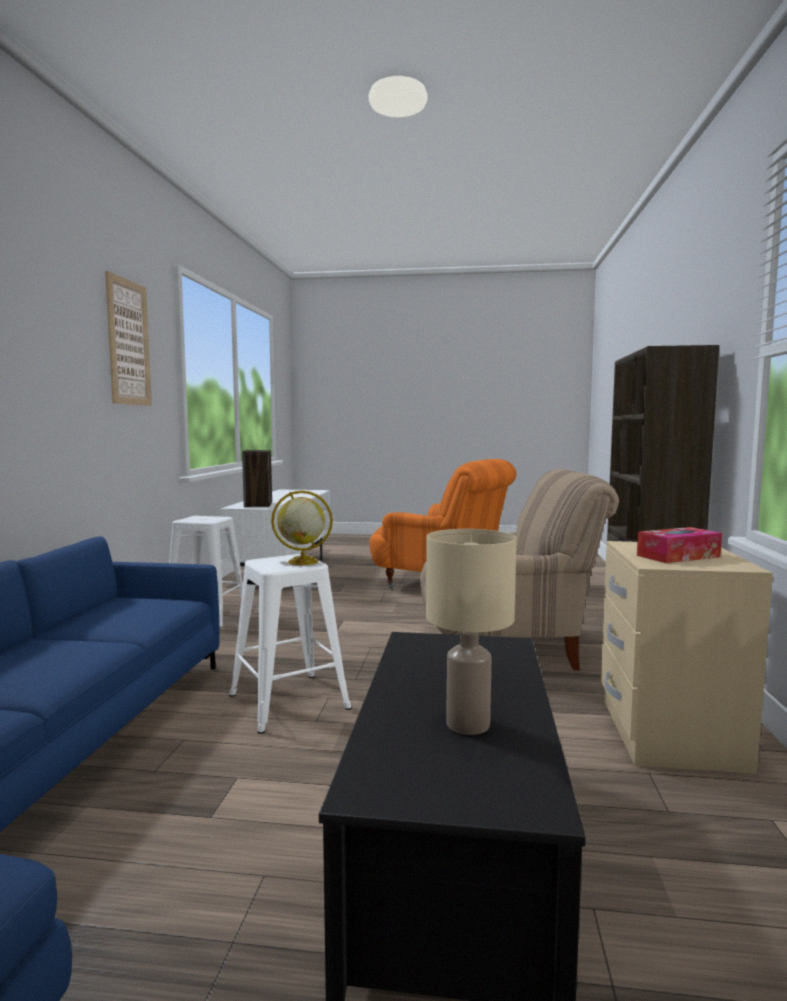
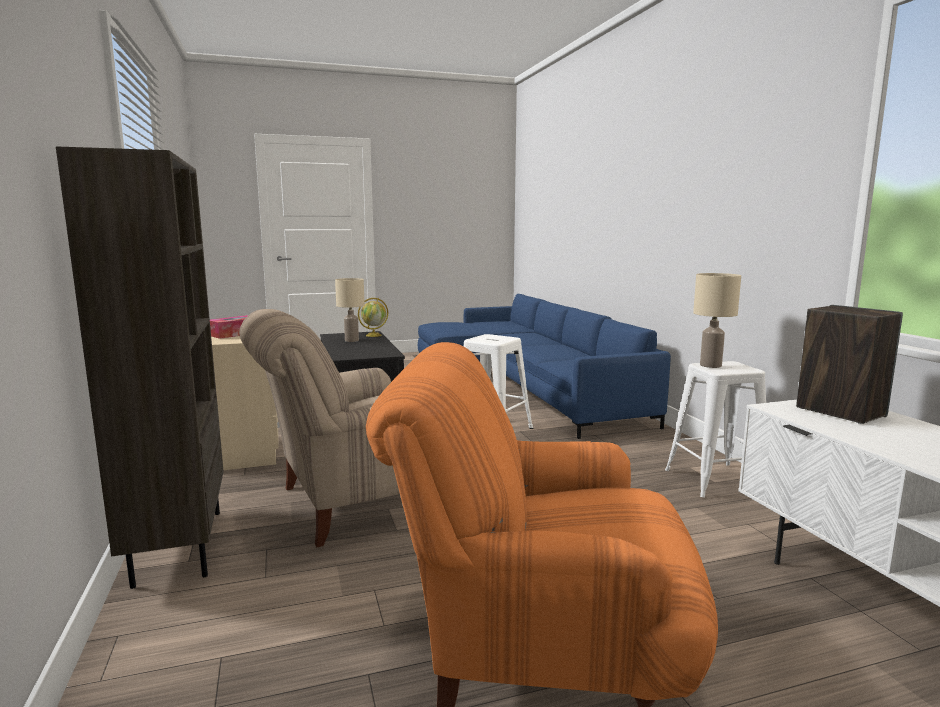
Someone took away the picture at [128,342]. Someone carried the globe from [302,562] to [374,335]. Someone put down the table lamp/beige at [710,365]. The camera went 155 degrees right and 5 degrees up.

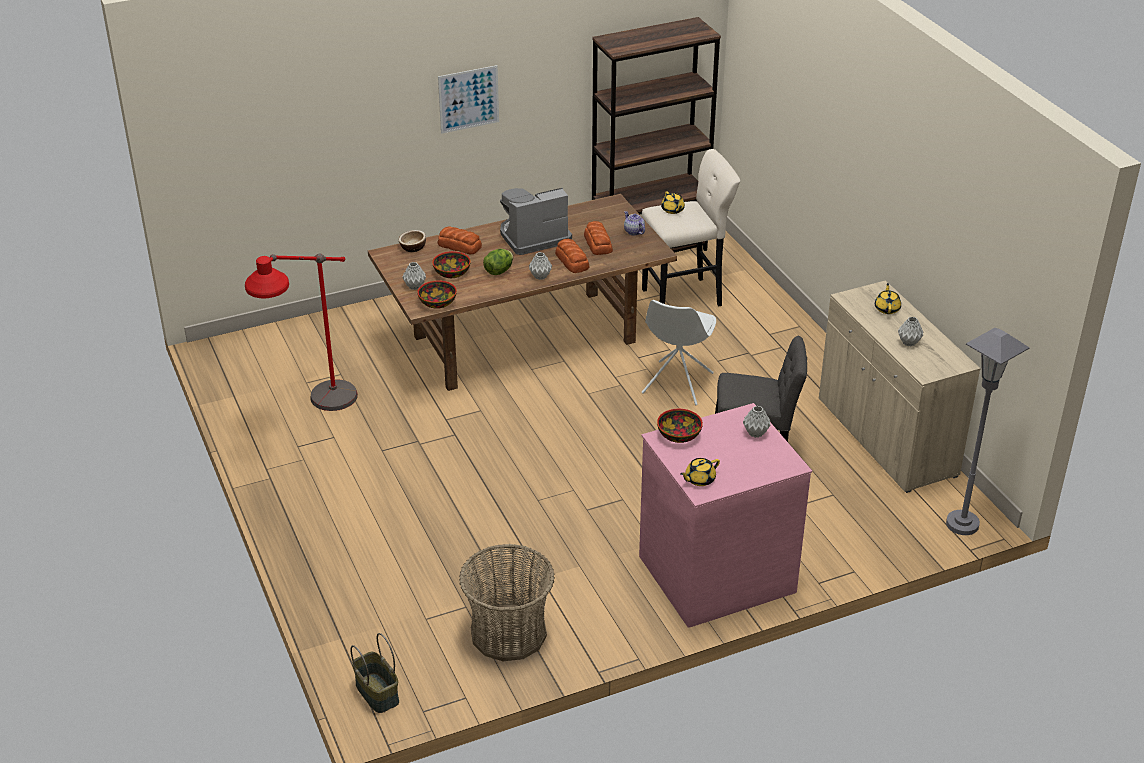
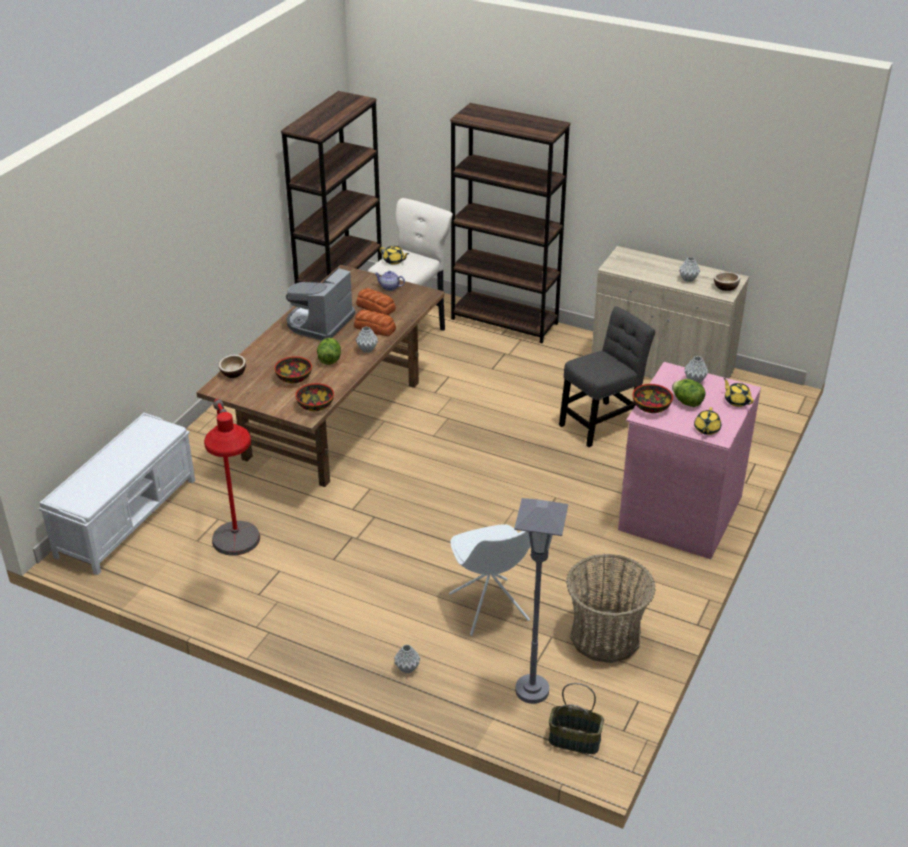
Someone carried the vase/grey from [414,286] to [407,668]. Someone took away the picture at [468,99]. Someone took away the bread at [459,245]. Someone carried the chair/white from [677,384] to [489,608]. Someone carried the teapot/yellow from [887,308] to [736,401]. Someone carried the floor lamp/grey from [962,524] to [532,690]. Someone put down the bench/white at [127,517]. Someone put down the bookcase/brown at [504,321]. Someone put down the lettuce at [687,402]. Someone put down the bowl at [725,287]. The camera went 40 degrees left and 0 degrees up.

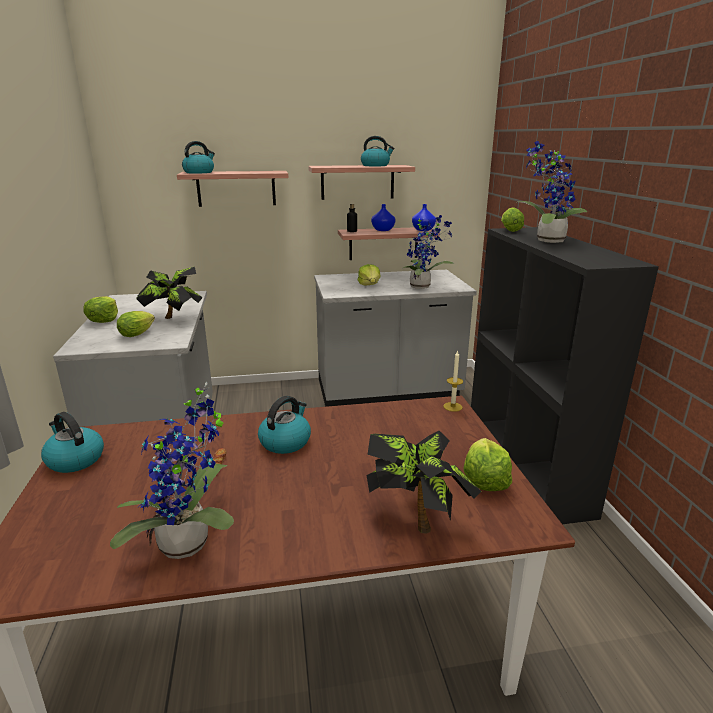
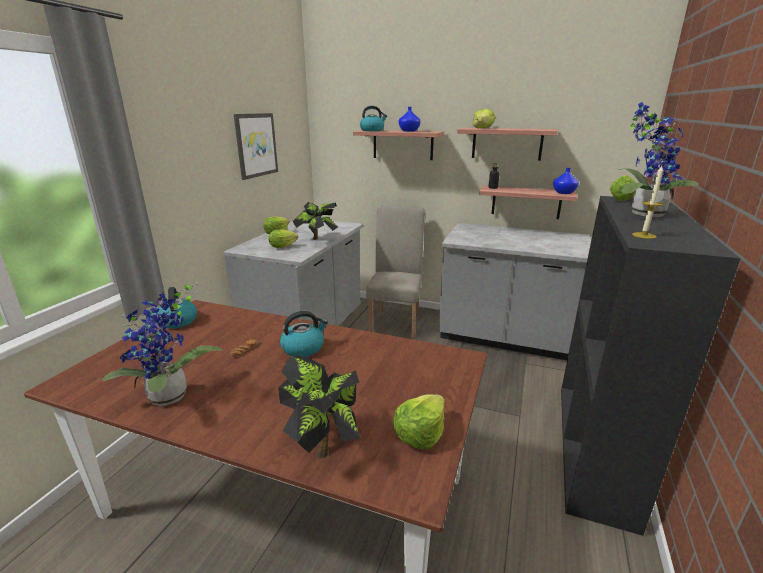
Someone carried the lettuce from [369,285] to [482,128]. Someone took away the kettle at [375,165]. Someone carried the vase/blue from [383,230] to [409,131]. Someone took away the potted plant at [422,286]. Someone carried the candle from [452,407] to [644,235]. Someone put up the picture at [256,145]. Someone put down the chair/beige at [396,321]. The camera went 30 degrees right and 0 degrees up.

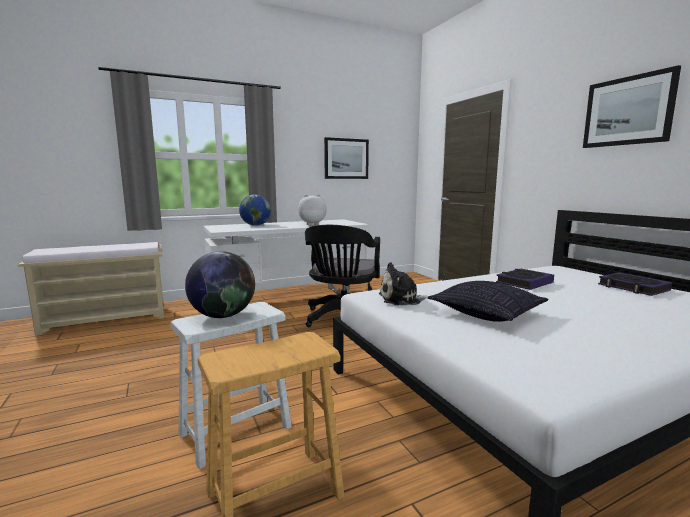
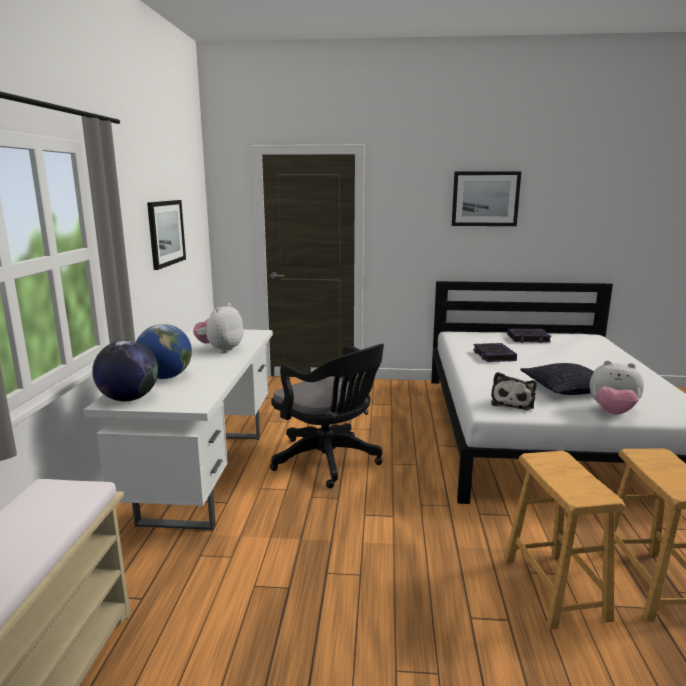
Someone repainted the stool/white at [236,430], which became the stool/brown at [555,588]. Someone carried the globe from [222,316] to [129,399]. Someone put down the plush toy at [612,412]. The camera went 60 degrees left and 5 degrees up.

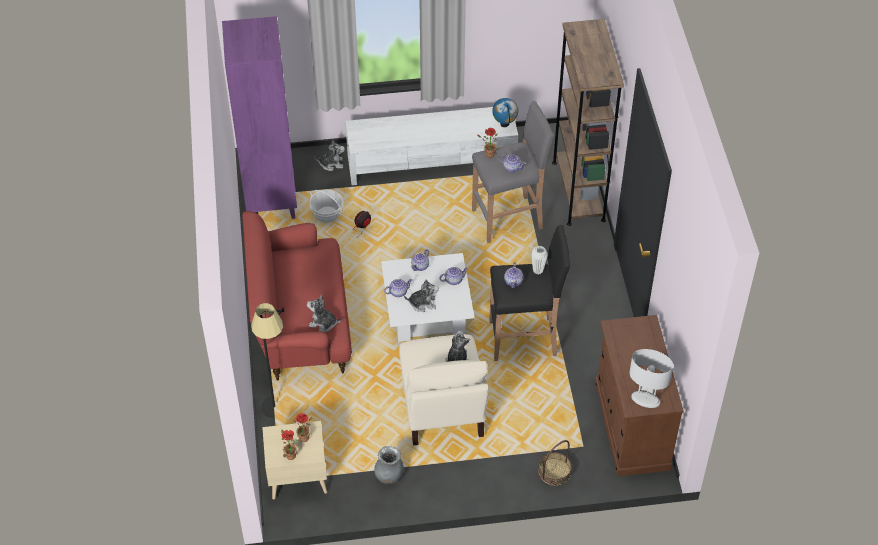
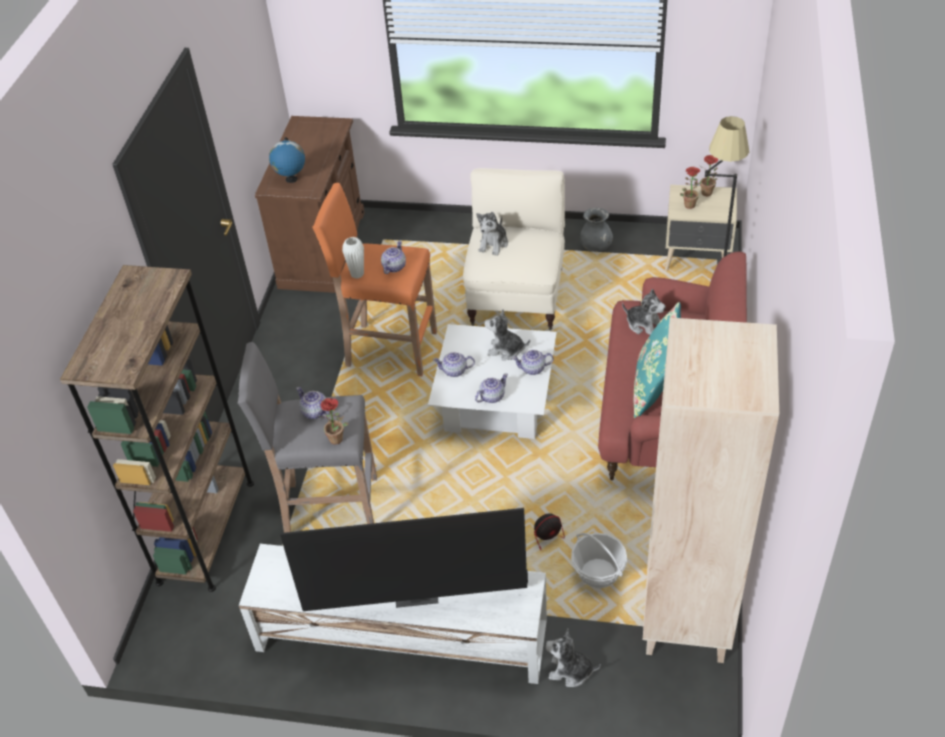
Someone repainted the bookcase/purple at [270,200], which became the bookcase/beige at [687,619]. Someone repainted the stool/black at [524,339], which became the stool/orange at [389,349]. Someone carried the globe from [504,124] to [291,179]. Someone took away the basket at [554,472]. Someone took away the table lamp/white at [645,400]. Someone put down the television at [417,593]. Someone put down the pillow/turquoise at [654,389]. The camera went 160 degrees left and 5 degrees down.

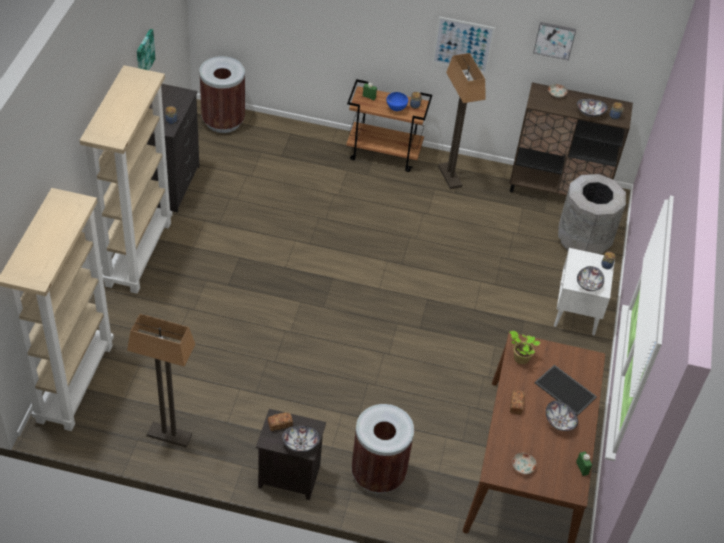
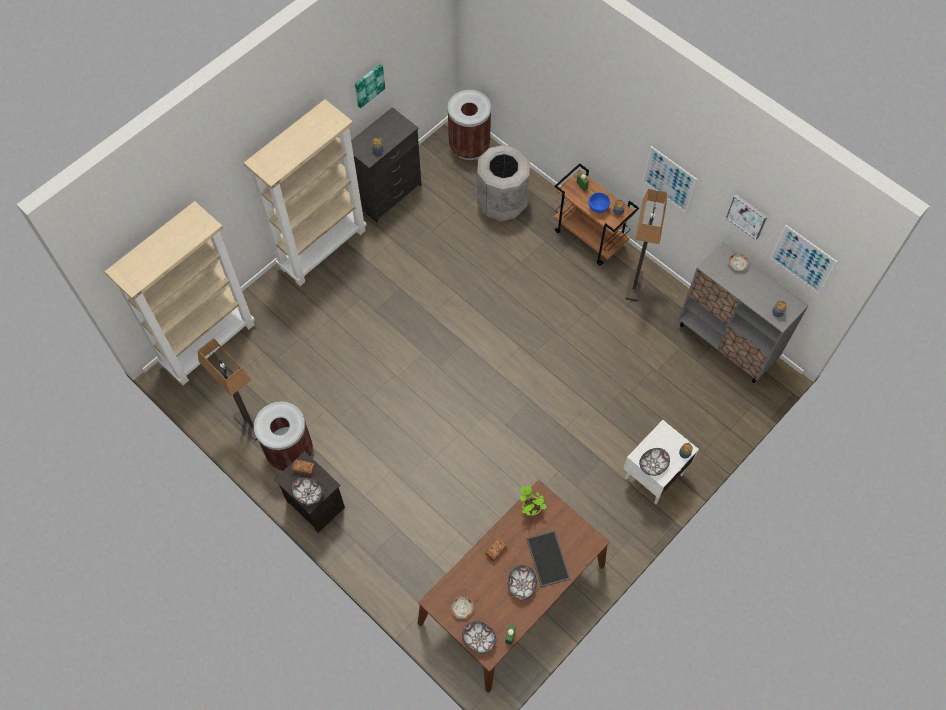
Someone carried the trash can/brown from [378,474] to [290,452]. Someone repainted the cabinet/brown at [557,190], which became the cabinet/grey at [727,343]. Someone carried the trash can/grey from [583,240] to [502,203]. Someone carried the bowl from [590,113] to [479,639]. Someone put up the picture at [802,259]. The camera went 35 degrees right and 15 degrees up.

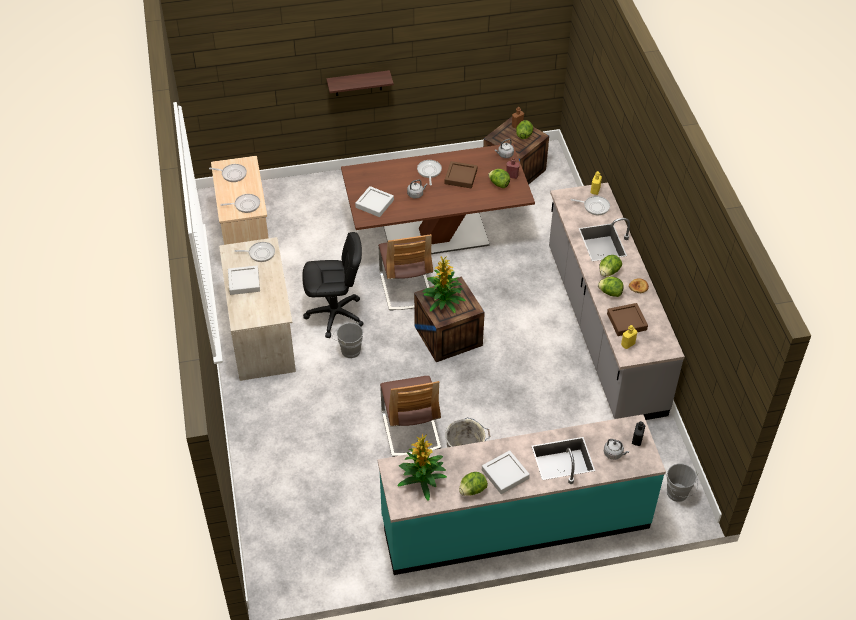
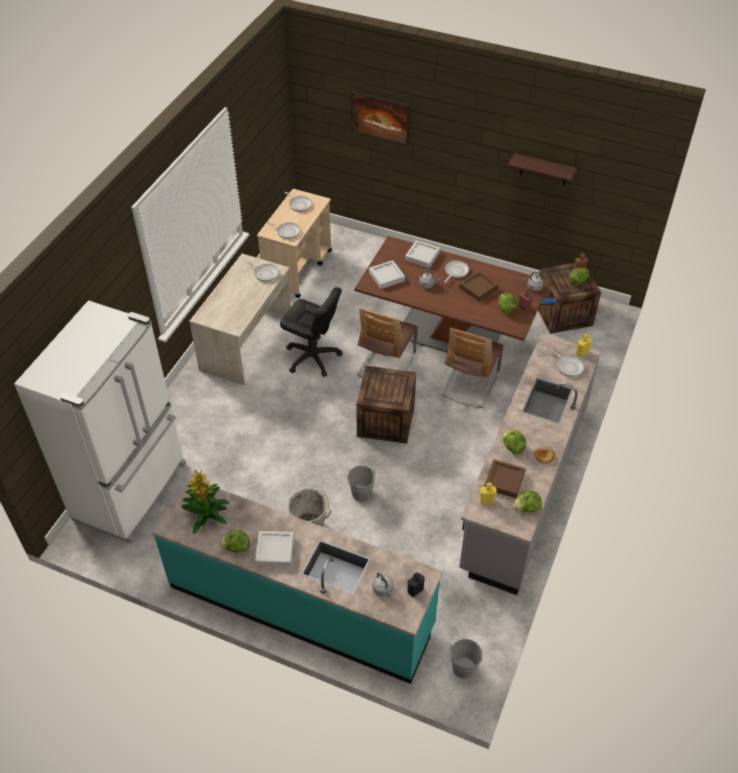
Someone carried the tray/grey from [244,282] to [422,256]. Someone carried the shelf from [358,83] to [544,169]. Someone carried the bucket/grey from [349,350] to [360,492]. Someone carried the chair from [411,430] to [470,384]. Someone took away the potted plant at [443,300]. Someone carried the lettuce from [608,272] to [526,508]. Someone put down the fridge/white at [132,491]. Someone put up the picture at [379,128]. The camera went 35 degrees right and 0 degrees up.

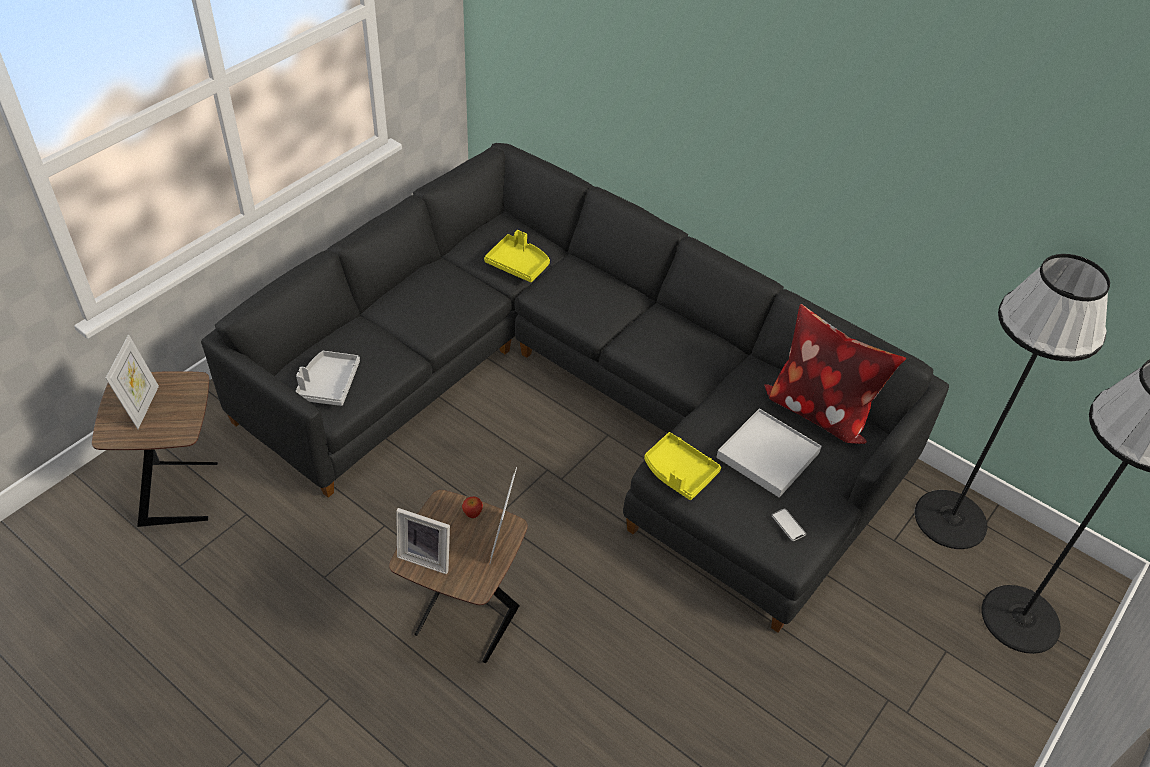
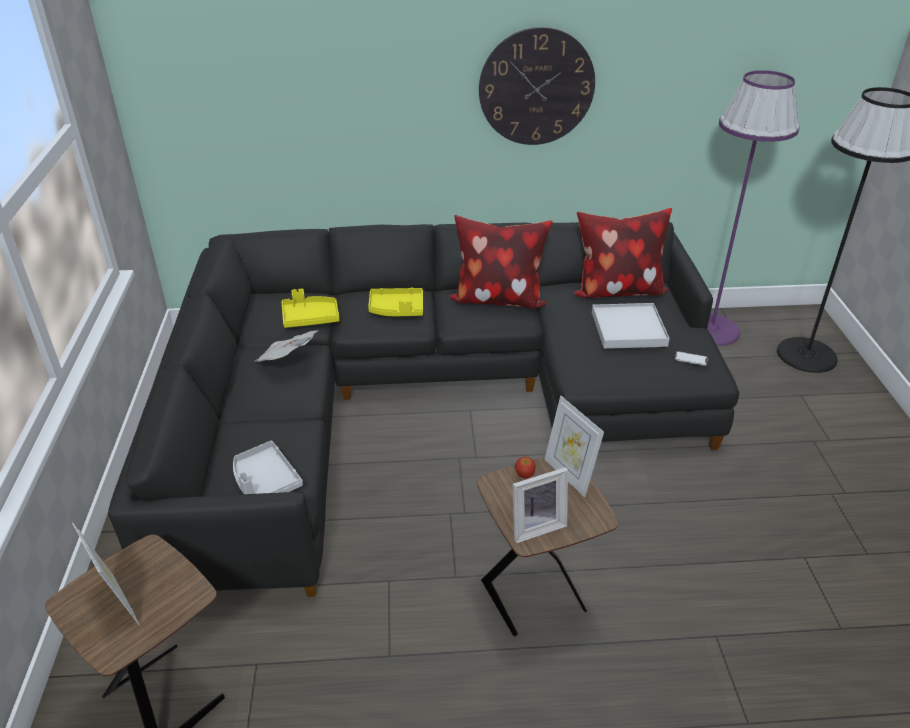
Someone carried the tray/yellow from [678,472] to [397,309]. Someone repainted the floor lamp/black at [951,519], which became the floor lamp/purple at [711,329]. Someone put down the newspaper at [288,360]. Someone put down the pillow at [498,299]. Someone put up the wall clock at [536,87]. The camera went 40 degrees left and 10 degrees down.

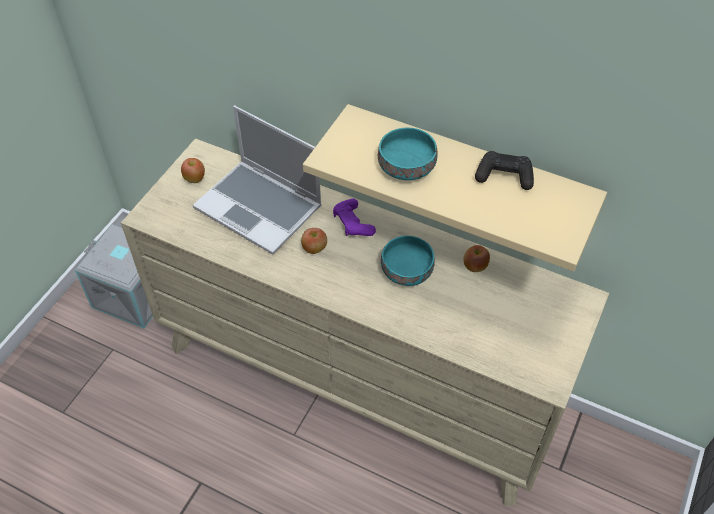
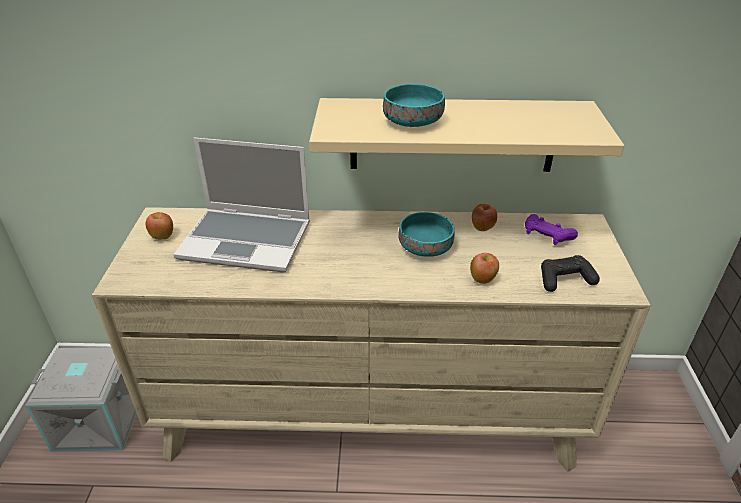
Someone carried the apple from [314,249] to [483,279]. Someone carried the game controller/purple from [353,223] to [546,235]. Someone carried the game controller/black from [504,176] to [565,280]. The camera went 25 degrees left and 15 degrees down.

